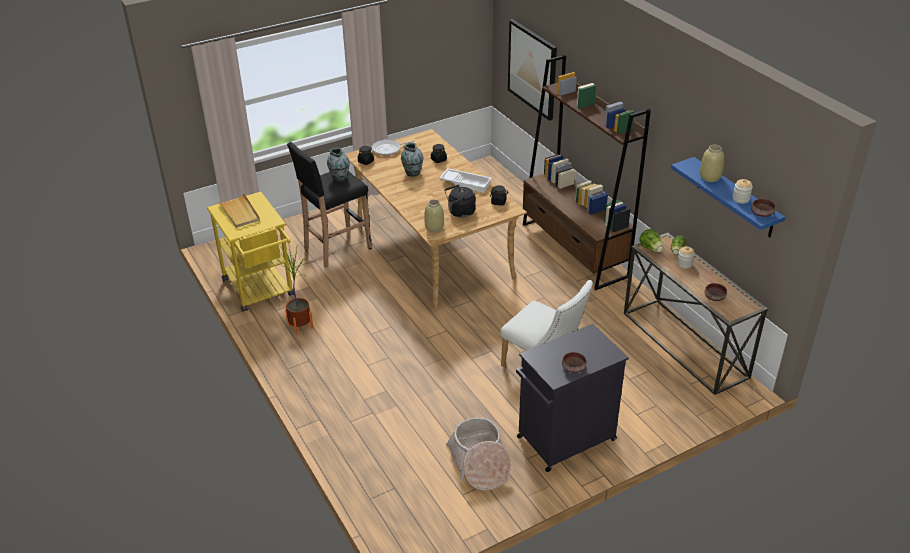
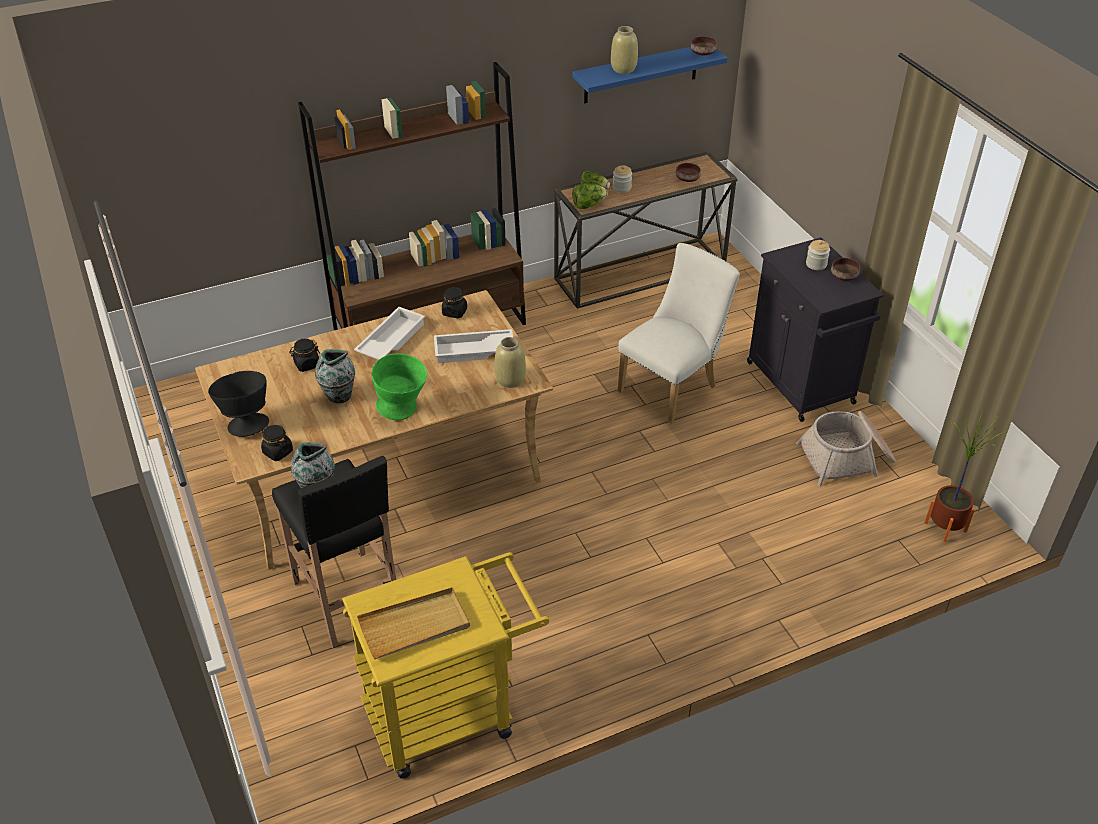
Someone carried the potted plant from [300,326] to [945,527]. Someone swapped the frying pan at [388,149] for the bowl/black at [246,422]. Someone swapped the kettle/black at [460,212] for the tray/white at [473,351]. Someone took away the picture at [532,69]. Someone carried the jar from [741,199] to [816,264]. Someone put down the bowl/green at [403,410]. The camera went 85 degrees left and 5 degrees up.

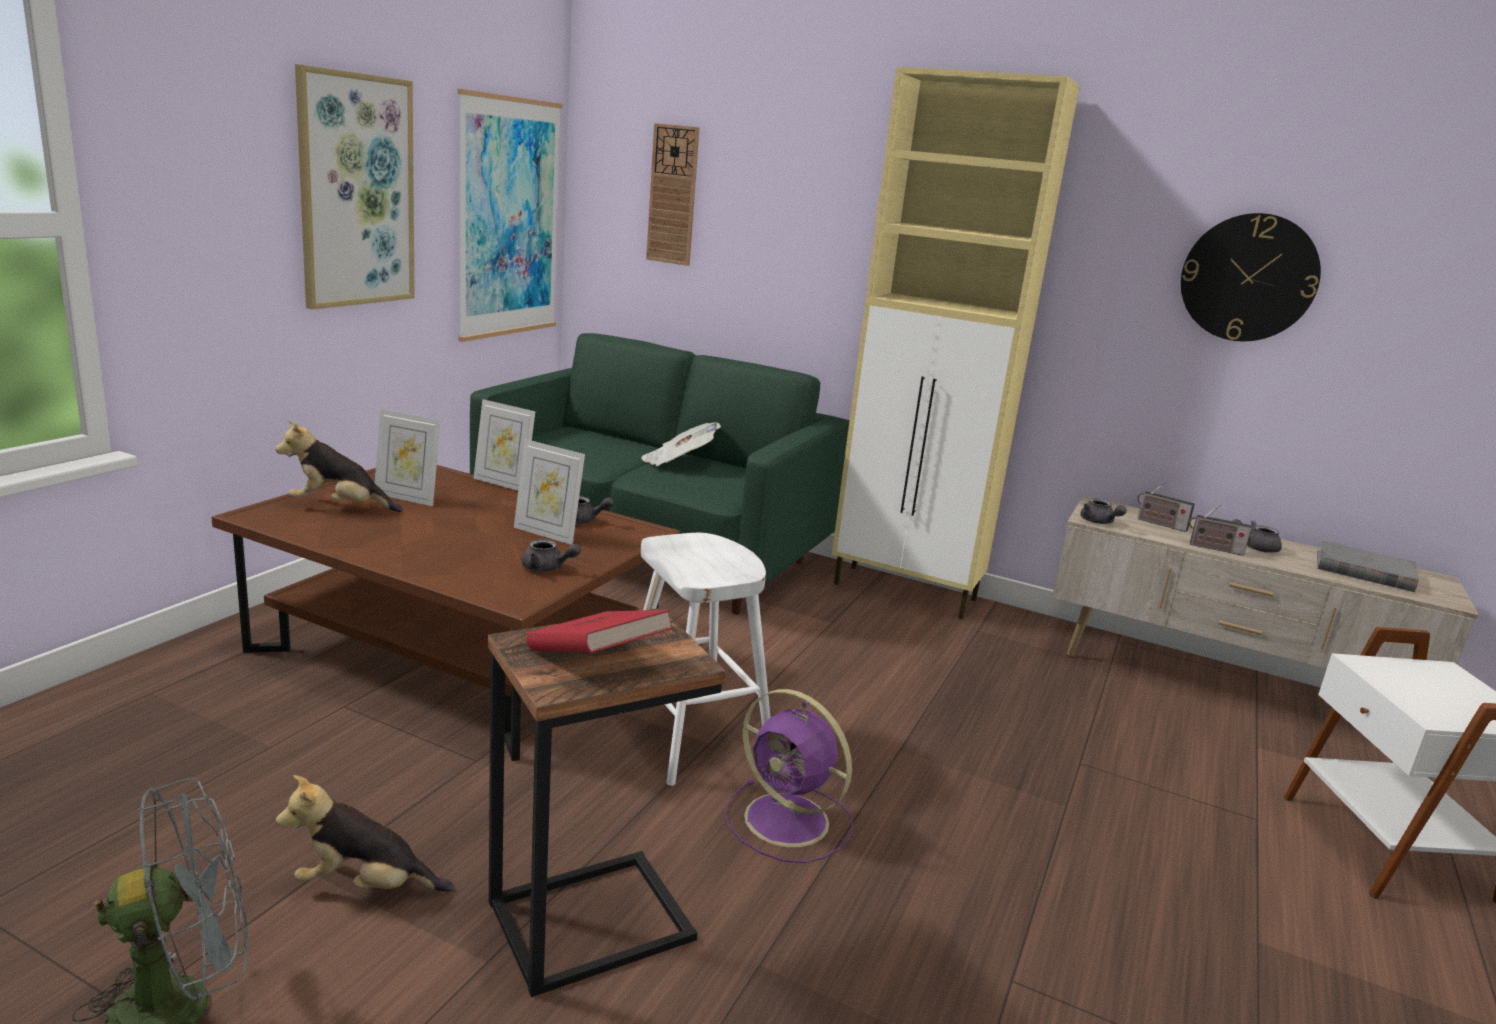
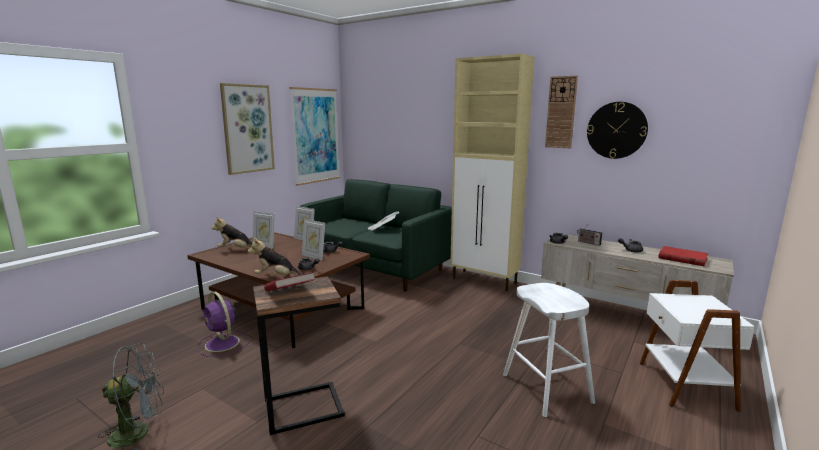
Someone carried the plush toy from [365,885] to [277,277]. Someone carried the stool/white from [692,736] to [546,388]. Someone carried the wall clock from [673,195] to [561,112]. Someone carried the fan/purple from [790,822] to [223,344]. Someone took away the radio at [1213,548]. Someone repainted the book/grey at [1363,571], which became the book/red at [682,258]. The camera went 10 degrees right and 5 degrees down.

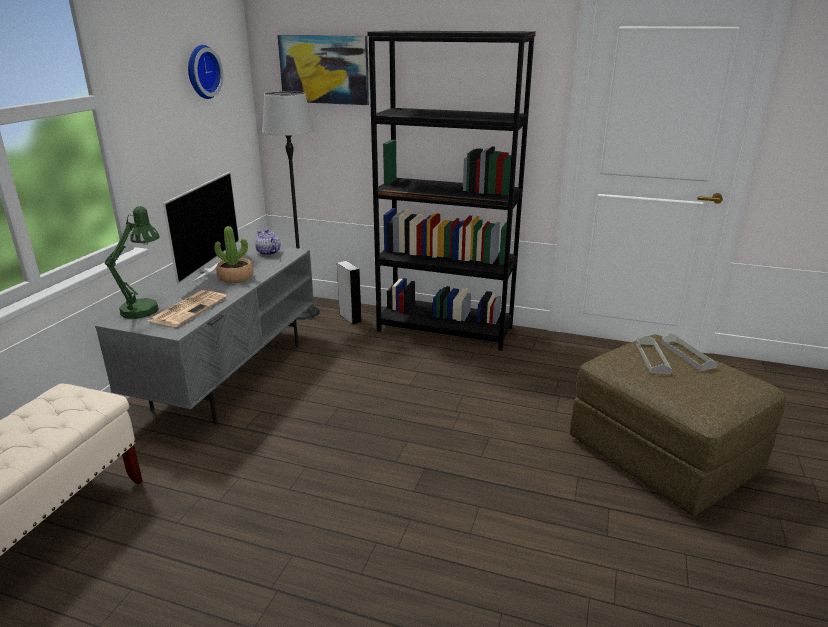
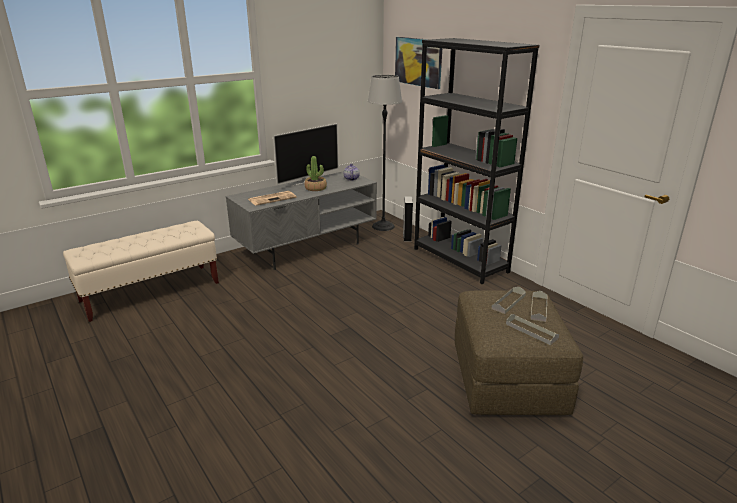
Someone took away the table lamp/green at [145,307]. Someone took away the wall clock at [201,72]. Someone put down the tray/grey at [531,331]. The camera went 35 degrees right and 0 degrees up.

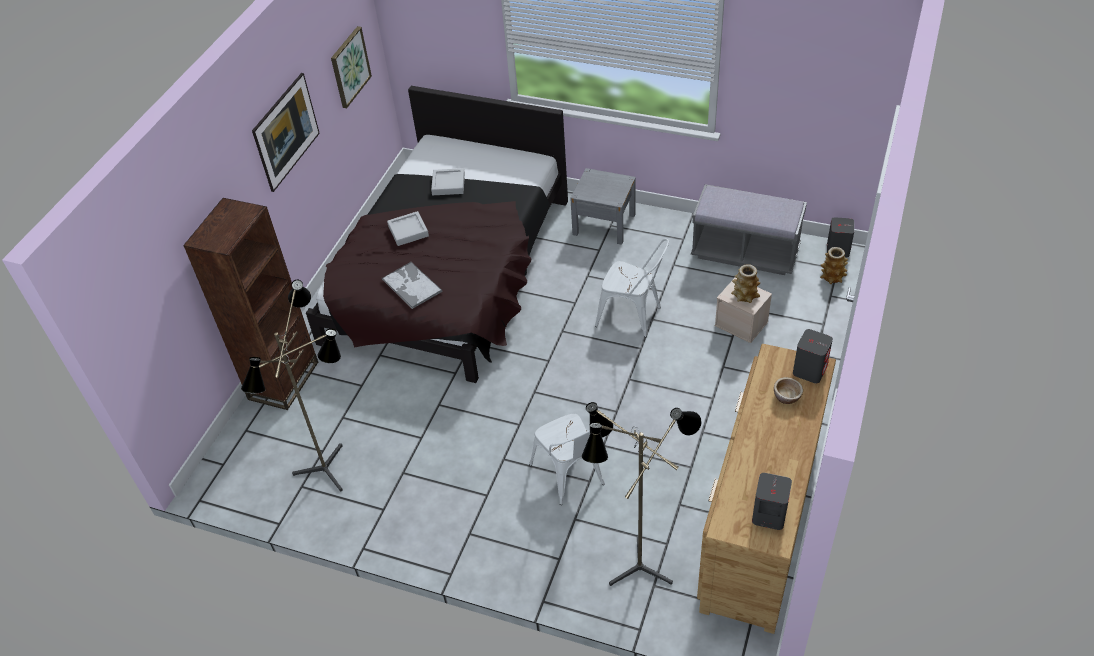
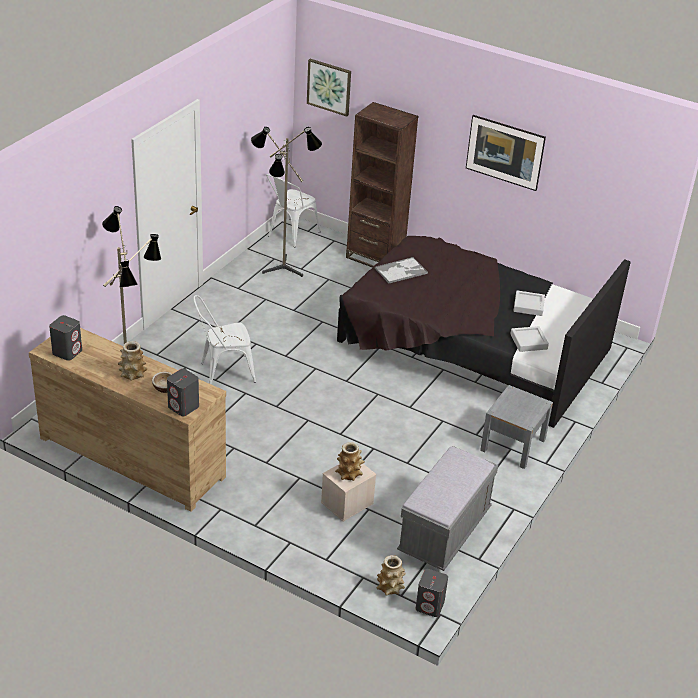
Someone carried the picture from [350,67] to [329,86]. Someone carried the tray/grey from [408,231] to [528,341]. Someone carried the chair/white from [634,316] to [290,235]. Someone put down the vase at [132,374]. The camera went 95 degrees right and 10 degrees down.

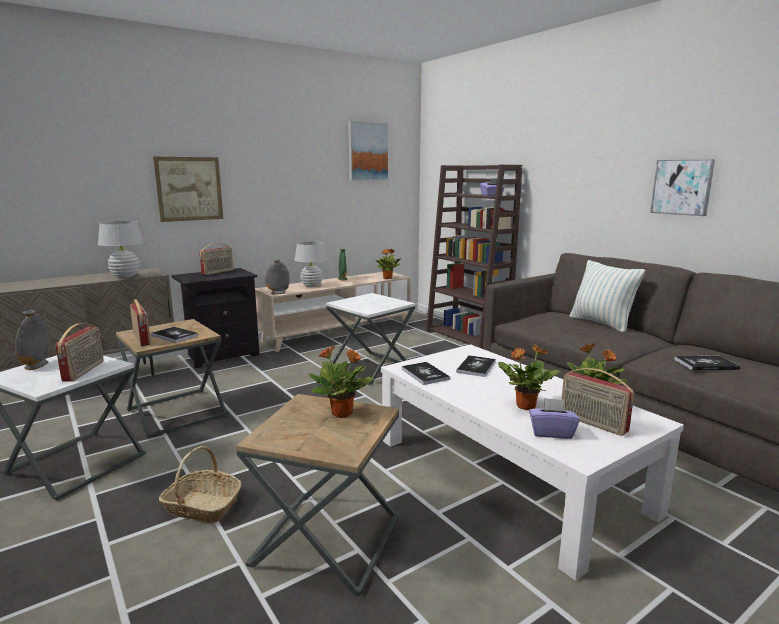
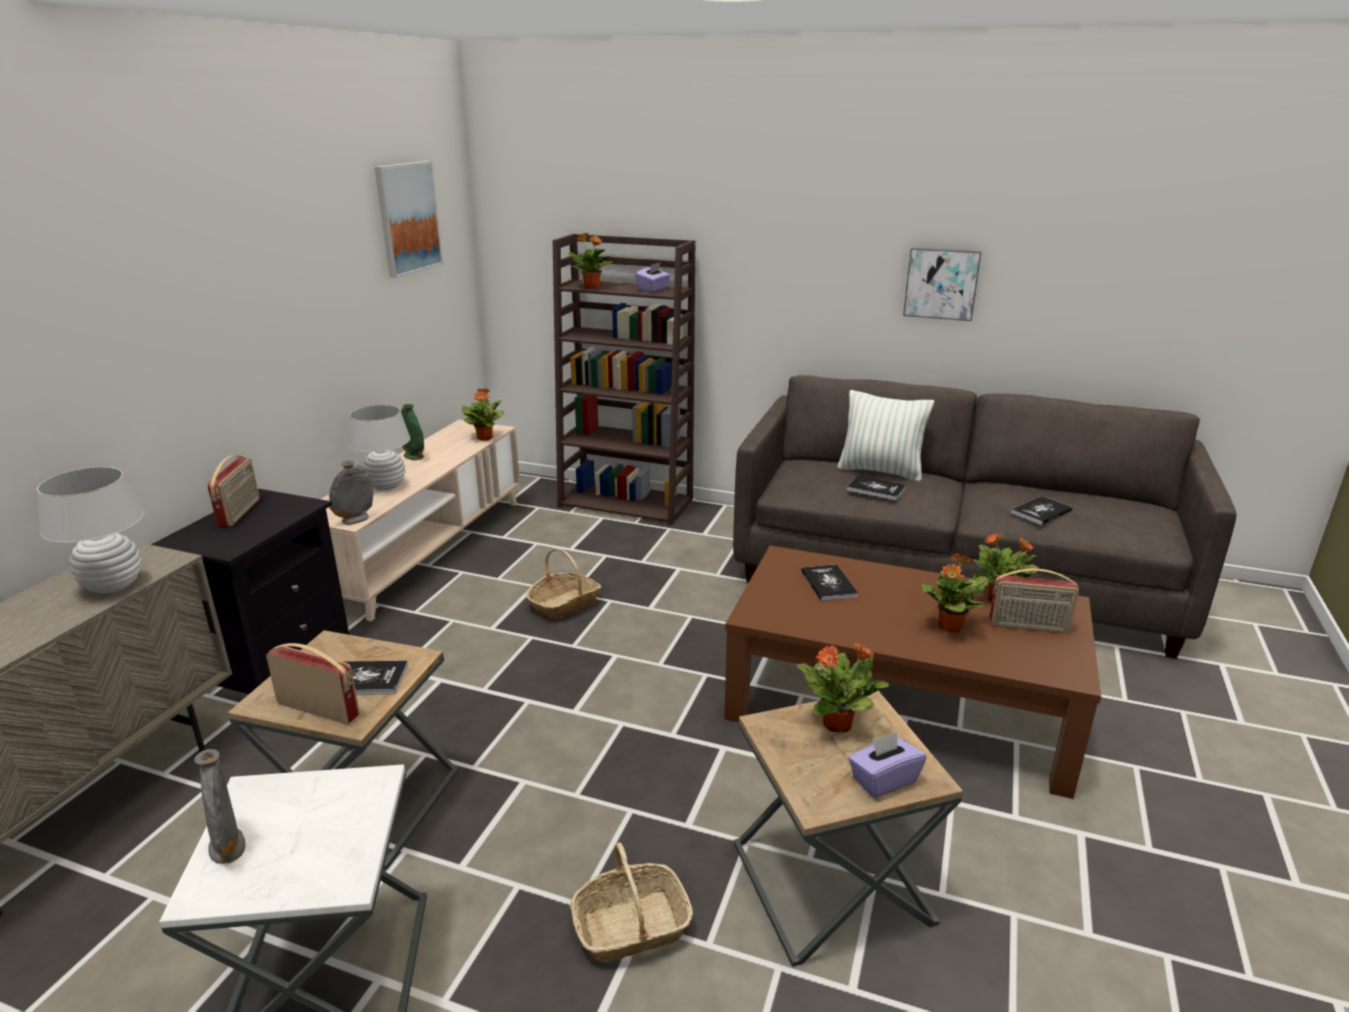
Someone took away the radio at [84,371]. Someone took away the picture at [189,189]. Someone swapped the side table/white at [371,368] for the basket at [564,604]. Someone repainted the coffee table/white at [508,474], which became the coffee table/brown at [900,705]. Someone carried the book from [425,374] to [876,489]. Someone carried the tissue box/purple from [551,432] to [883,780]. Someone put down the potted plant at [592,287]. The camera went 35 degrees left and 10 degrees up.

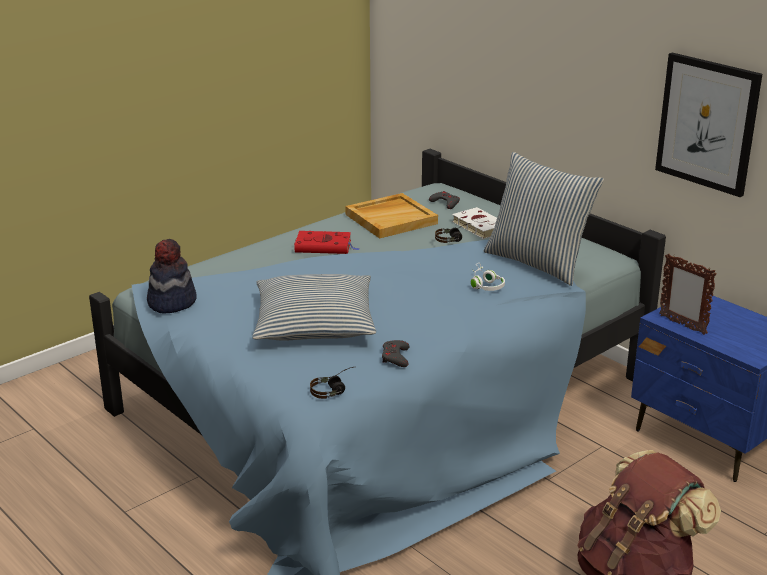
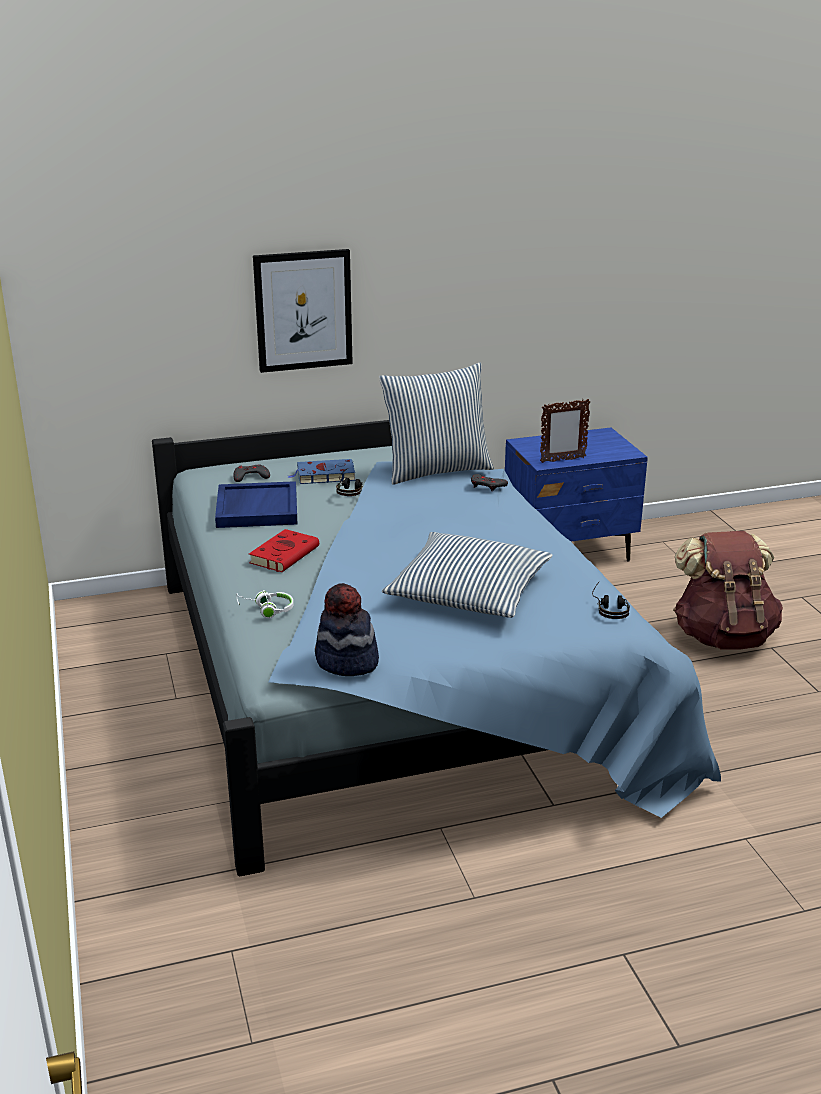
Someone repainted the tray/beige at [391,218], which became the tray/blue at [256,508]. Someone carried the game controller/grey from [395,357] to [487,485]. Someone repainted the book/white at [478,226], which became the book/blue at [324,476]. Someone carried the headphones/white from [485,284] to [266,610]. Someone carried the picture from [707,123] to [303,310]. The camera went 65 degrees left and 0 degrees up.

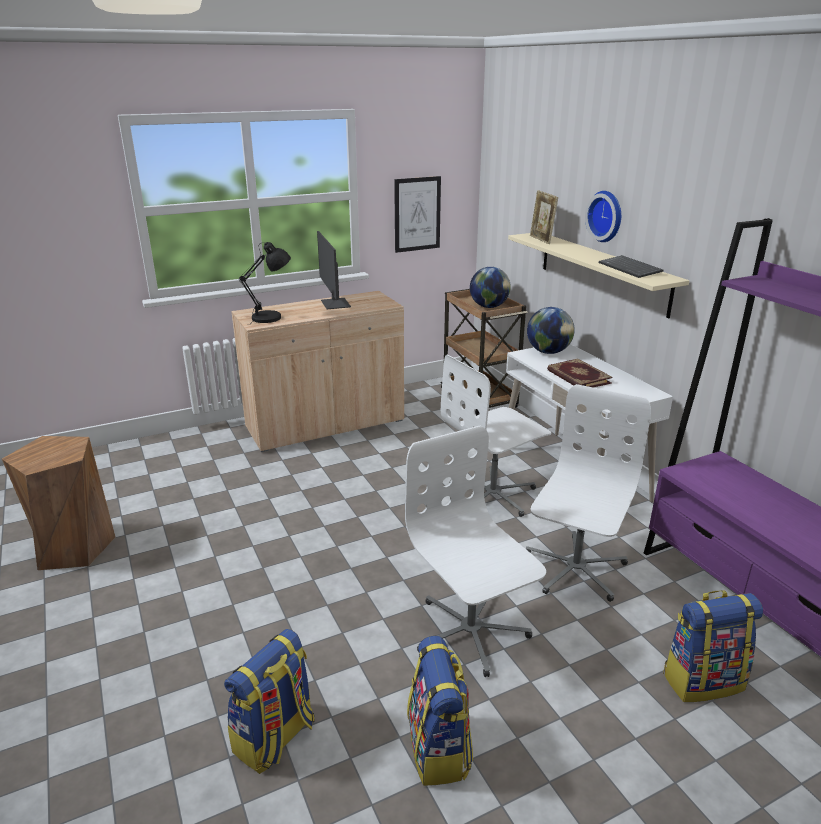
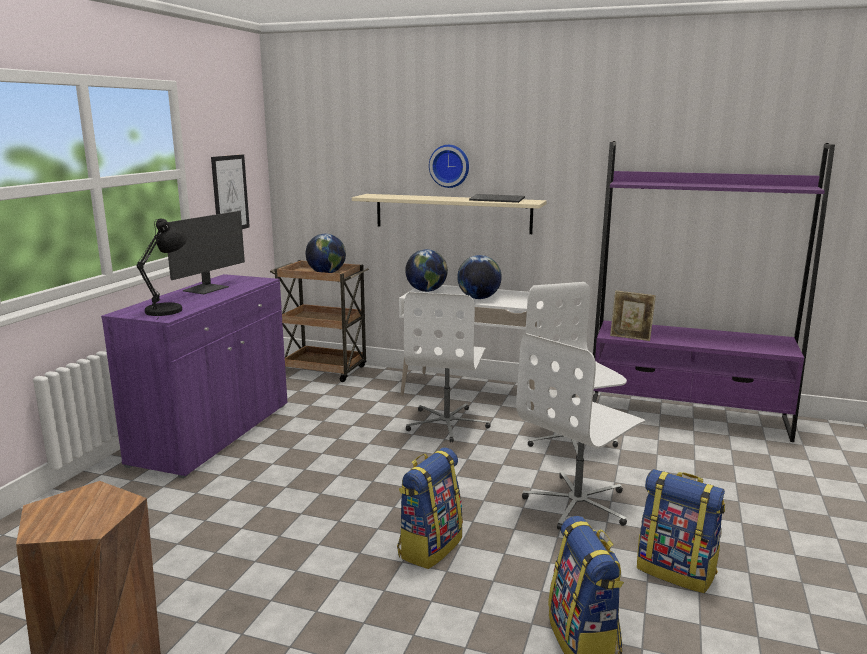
Someone repainted the cabinet/beige at [325,424], which became the cabinet/purple at [213,433]. Someone rotated the monitor at [334,304] by 90 degrees counterclockwise. Someone rotated the office chair/white at [470,632] by 60 degrees counterclockwise. Someone carried the picture frame from [541,240] to [630,338]. Someone swapped the book at [578,377] for the globe at [479,298]. Someone carried the backpack from [702,680] to [429,546]. The camera went 45 degrees left and 10 degrees down.

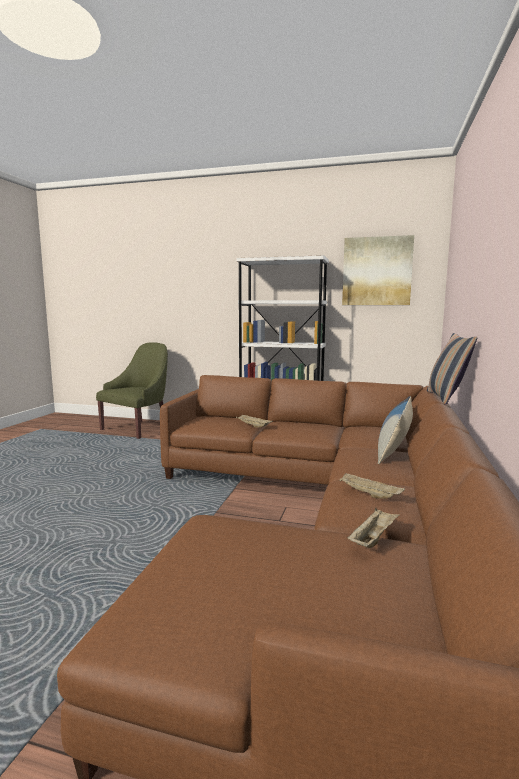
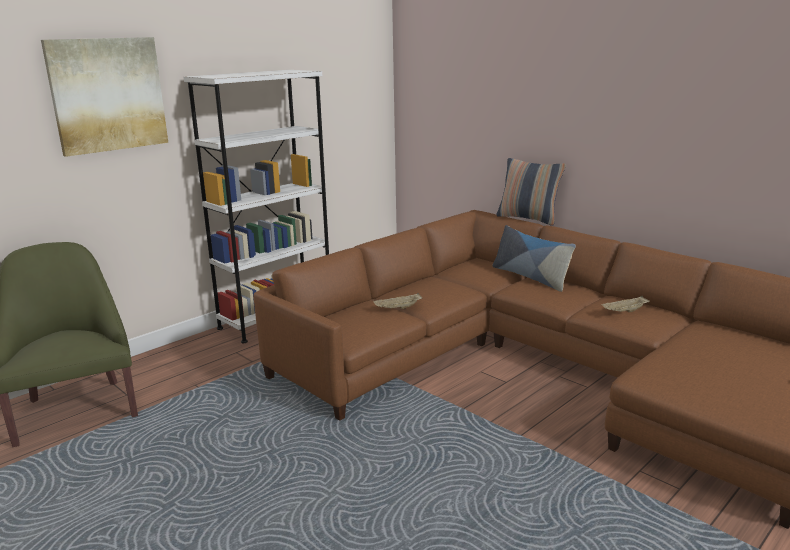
Someone carried the picture from [377,271] to [108,95]. Someone took away the tray/beige at [373,539]. The camera went 60 degrees left and 10 degrees up.

